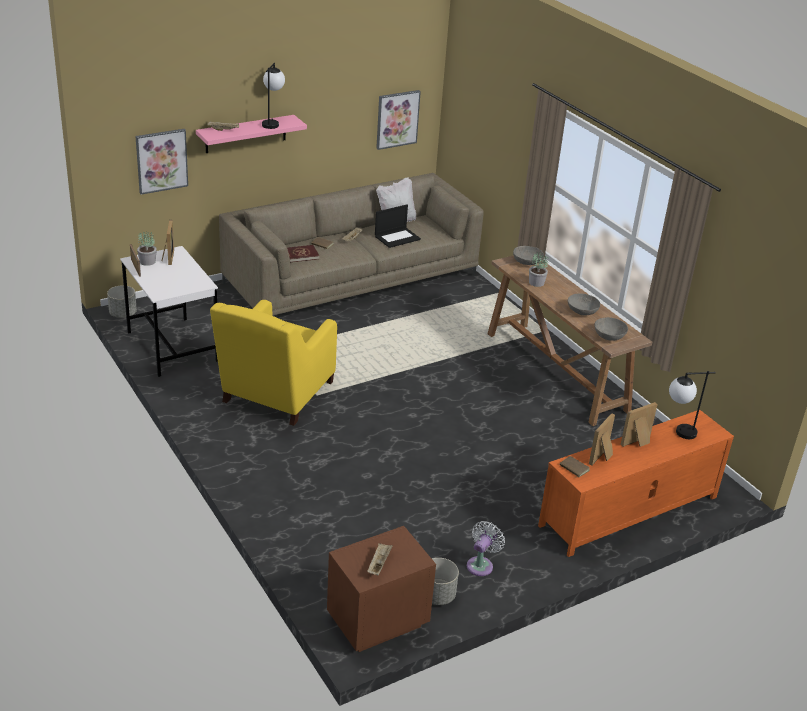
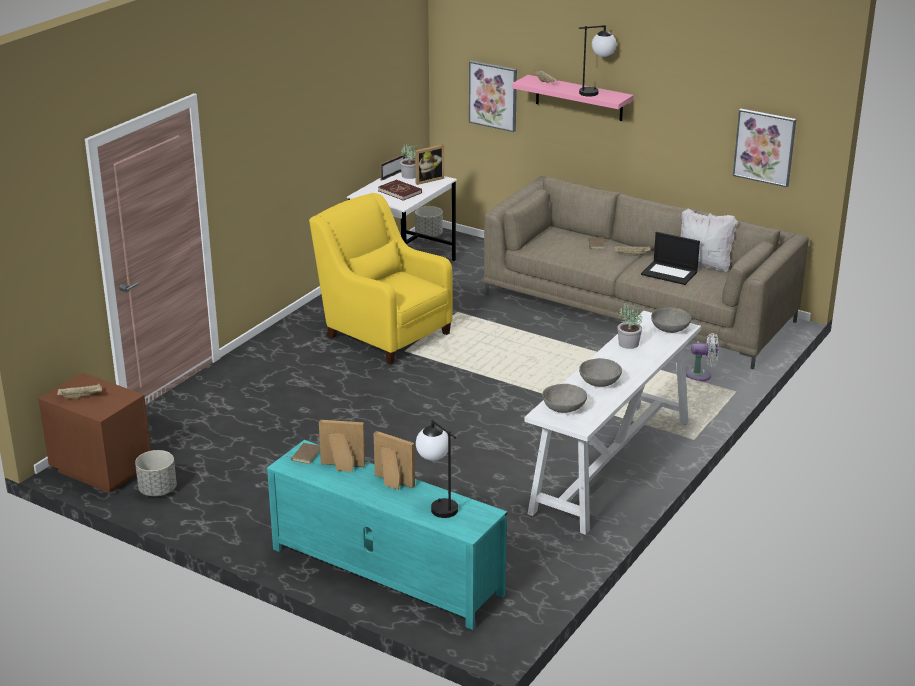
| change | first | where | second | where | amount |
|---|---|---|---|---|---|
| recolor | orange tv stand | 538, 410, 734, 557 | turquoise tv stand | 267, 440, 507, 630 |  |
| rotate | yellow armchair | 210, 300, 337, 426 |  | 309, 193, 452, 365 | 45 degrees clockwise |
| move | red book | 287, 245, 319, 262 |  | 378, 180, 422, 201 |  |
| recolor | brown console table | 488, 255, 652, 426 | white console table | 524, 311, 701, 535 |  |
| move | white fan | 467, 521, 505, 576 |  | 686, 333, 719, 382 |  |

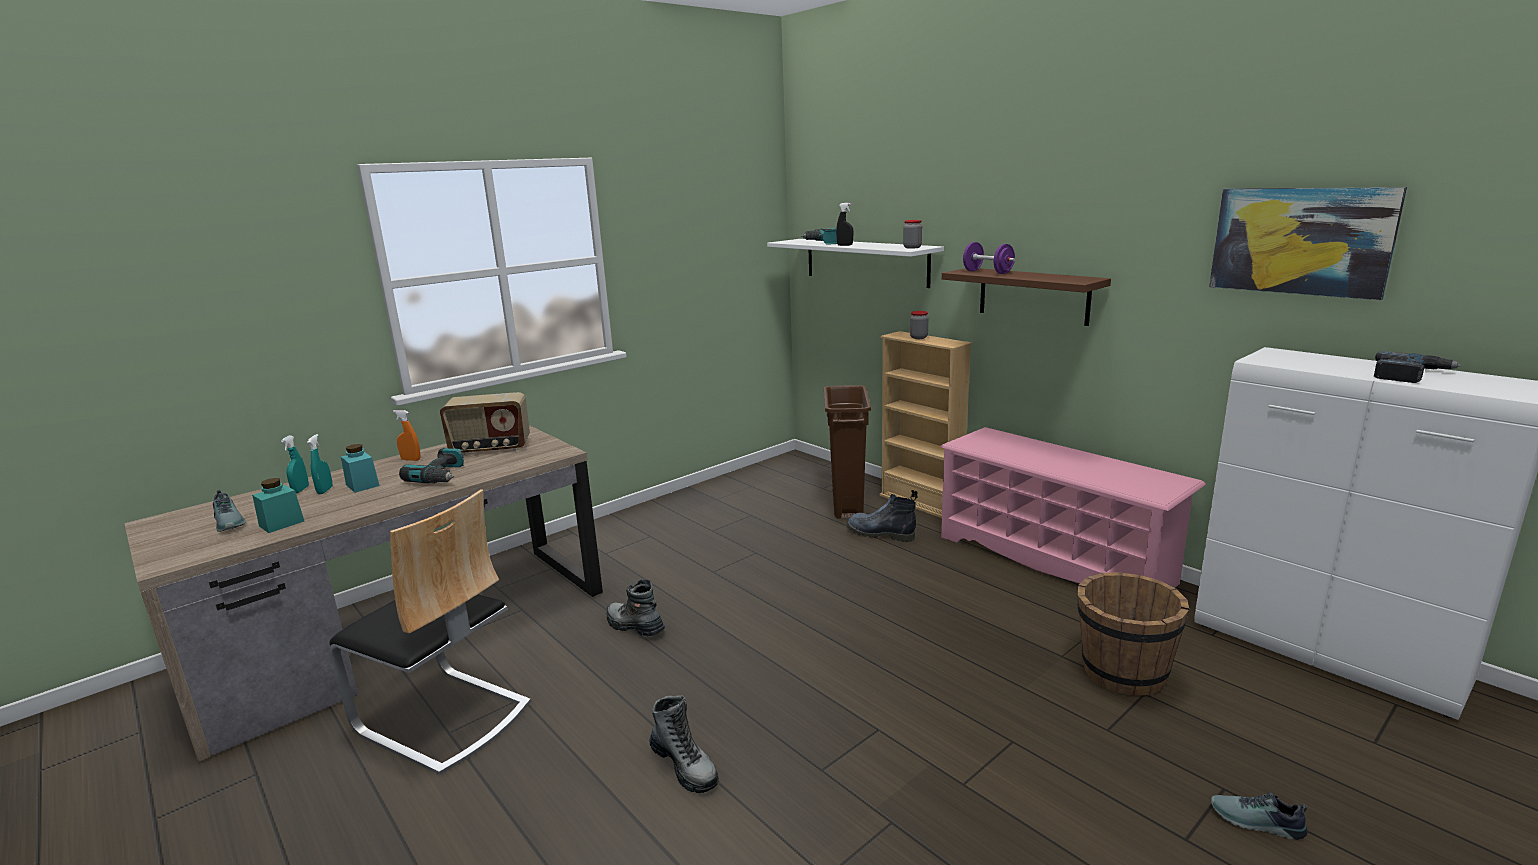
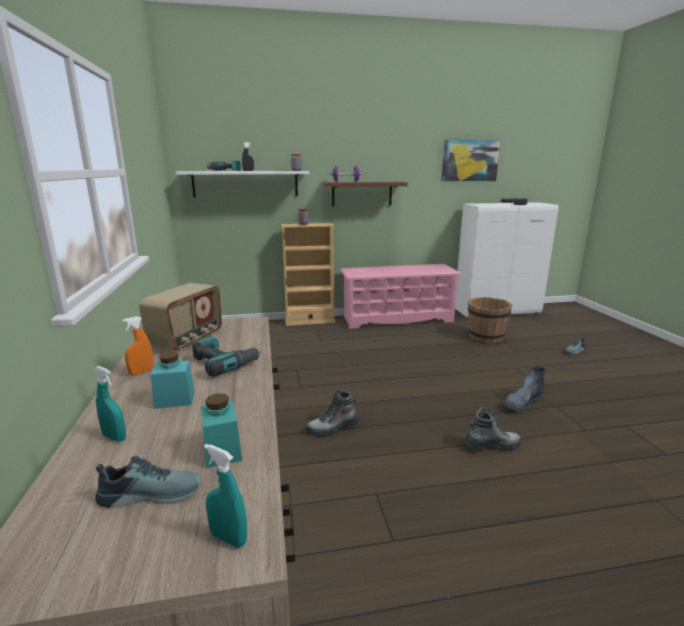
| change | first | where | second | where | amount |
|---|---|---|---|---|---|
| move | turquoise spray bottle | 307, 434, 333, 494 |  | 204, 444, 247, 548 |  |
| move | boot | 846, 494, 916, 542 |  | 503, 367, 545, 412 |  |
| delete | chair | 329, 489, 531, 775 |  |  |  |
| delete | brown trash can | 824, 385, 871, 519 |  |  |  |

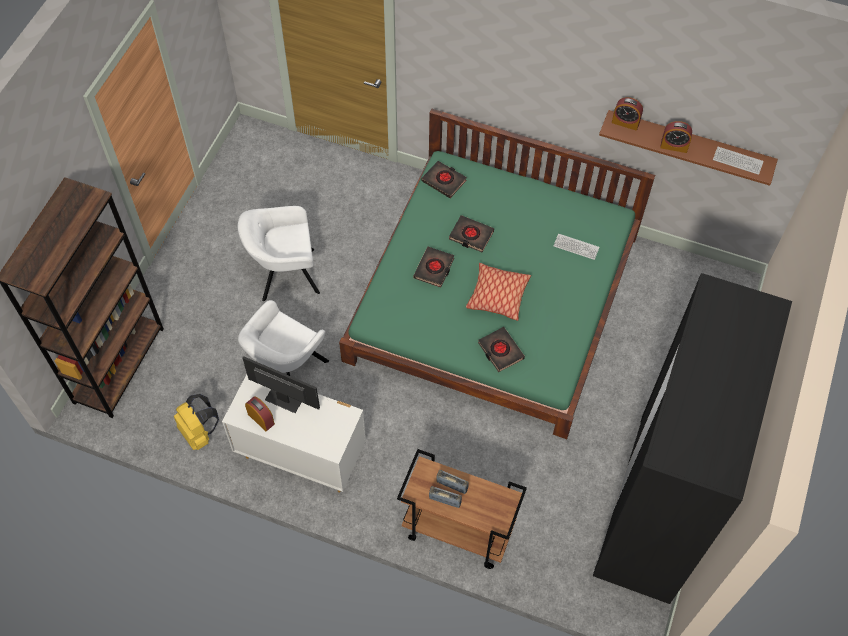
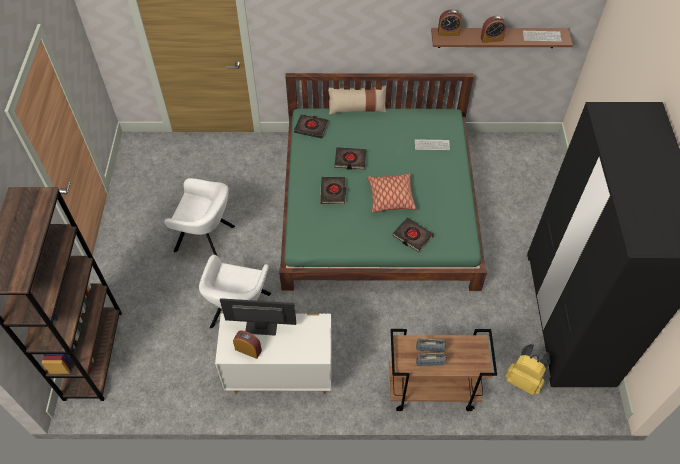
| change | first | where | second | where | amount |
|---|---|---|---|---|---|
| rotate | white armchair | 238, 206, 320, 301 |  | 164, 178, 235, 255 | 135 degrees counterclockwise |
| insert |  |  | beige pillow | 328, 86, 386, 114 |  |
| move | yellow backpack | 174, 394, 219, 450 |  | 505, 344, 551, 395 |  |

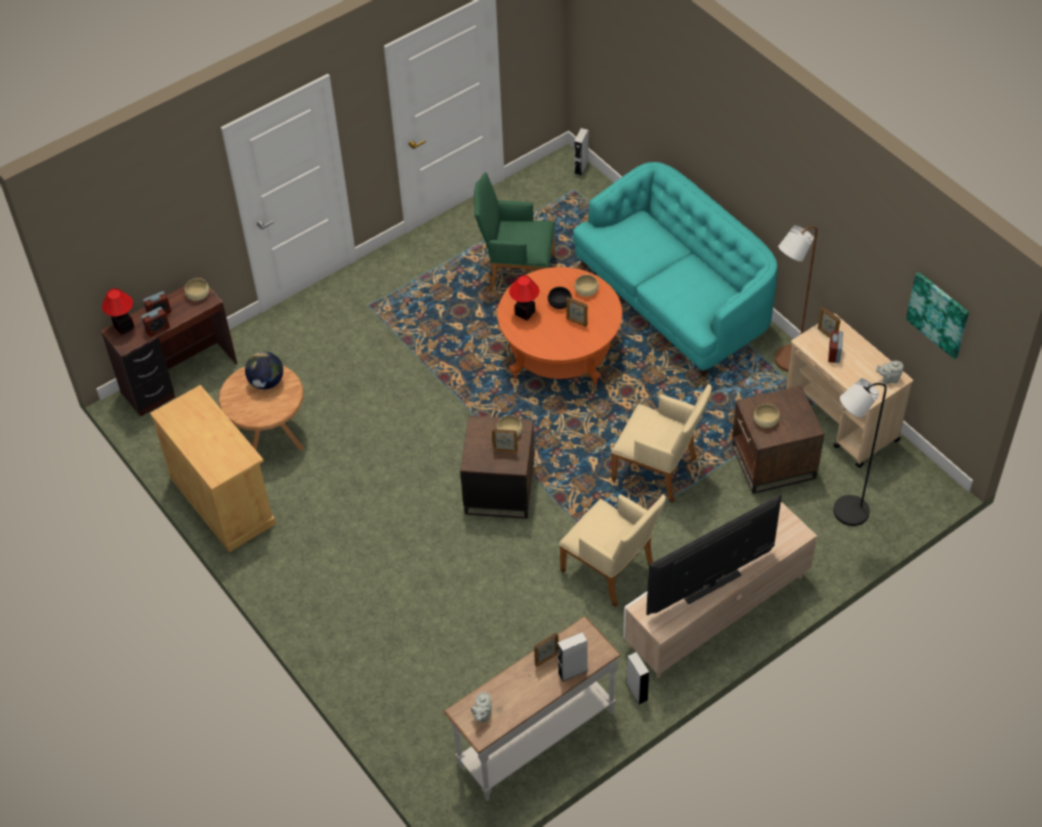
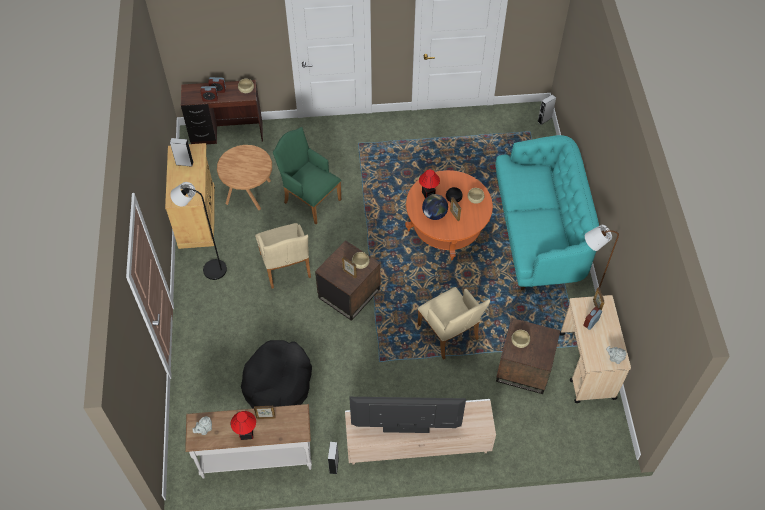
| change | first | where | second | where | amount |
|---|---|---|---|---|---|
| move | grey speaker | 558, 632, 588, 682 |  | 170, 138, 194, 167 |  |
| move | black floor lamp | 833, 378, 887, 526 |  | 170, 182, 227, 280 |  |
| move | table lamp | 102, 288, 135, 335 |  | 231, 411, 256, 440 |  |
| insert |  |  | black dog bed | 241, 340, 312, 409 |  |
| move | beige armchair | 559, 494, 666, 607 |  | 255, 223, 311, 289 |  |
| move | green armchair | 474, 172, 555, 292 |  | 273, 127, 341, 224 |  |
| move | globe | 245, 351, 283, 389 |  | 422, 194, 448, 220 |  |
| delete | picture | 906, 272, 969, 359 |  |  |  |

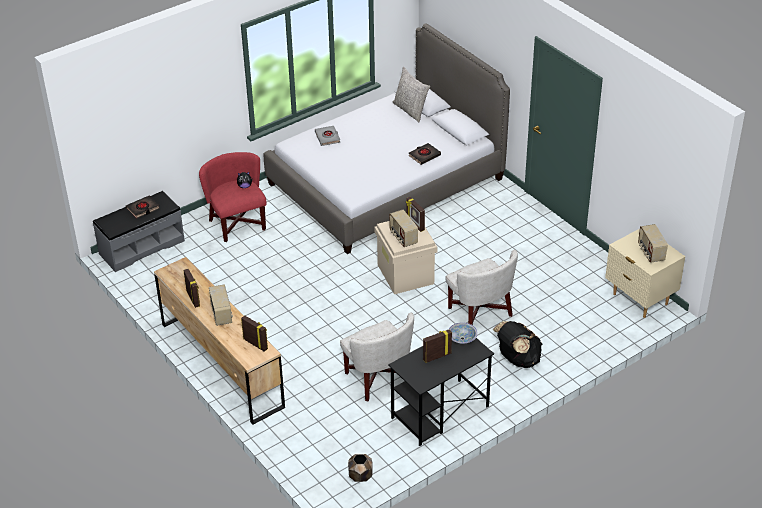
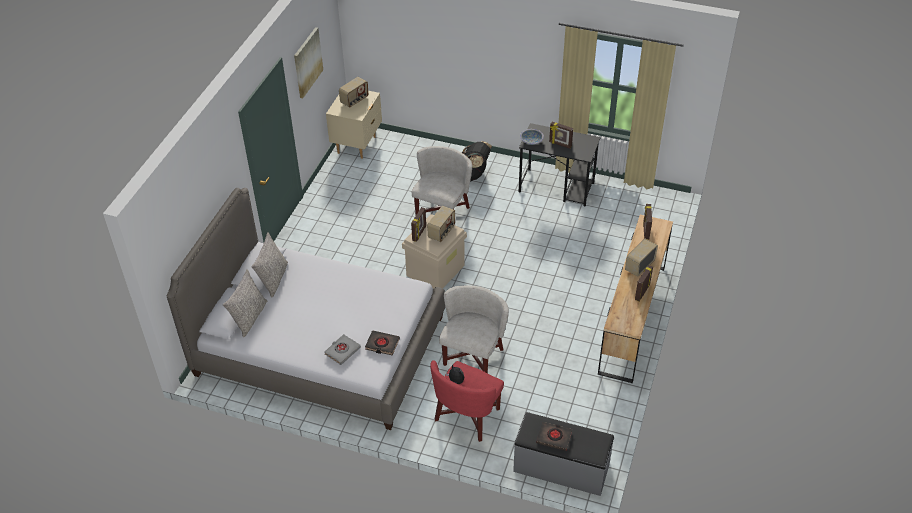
| change | first | where | second | where | amount |
|---|---|---|---|---|---|
| insert |  |  | grey pillow | 251, 232, 288, 297 |  |
| insert |  |  | picture | 294, 27, 323, 98 |  |
| move | black book | 408, 143, 441, 165 |  | 365, 330, 400, 356 |  |
| move | white armchair | 340, 313, 414, 401 |  | 439, 285, 509, 373 |  |
| delete | brown planter | 348, 454, 373, 482 |  |  |  |

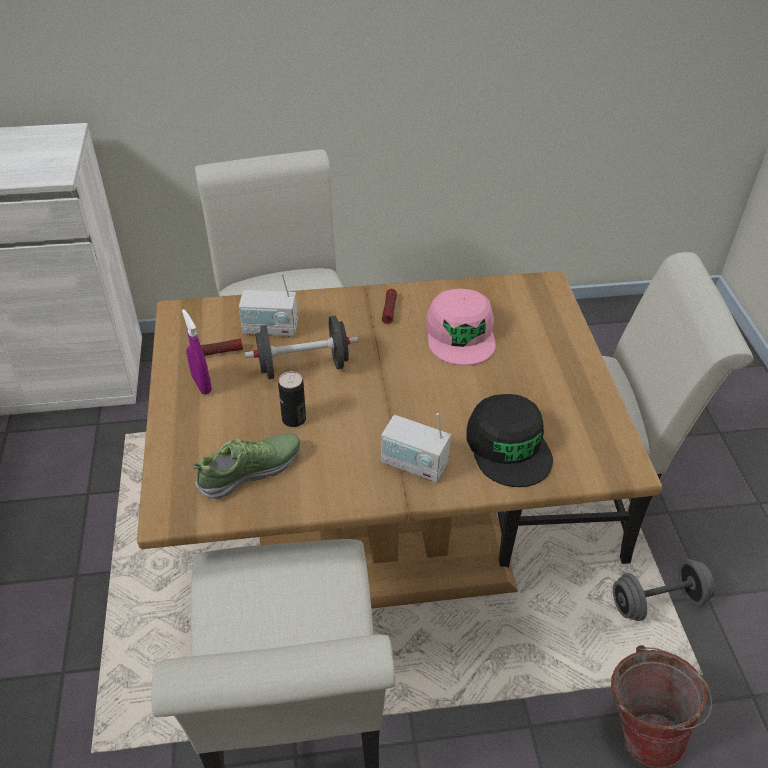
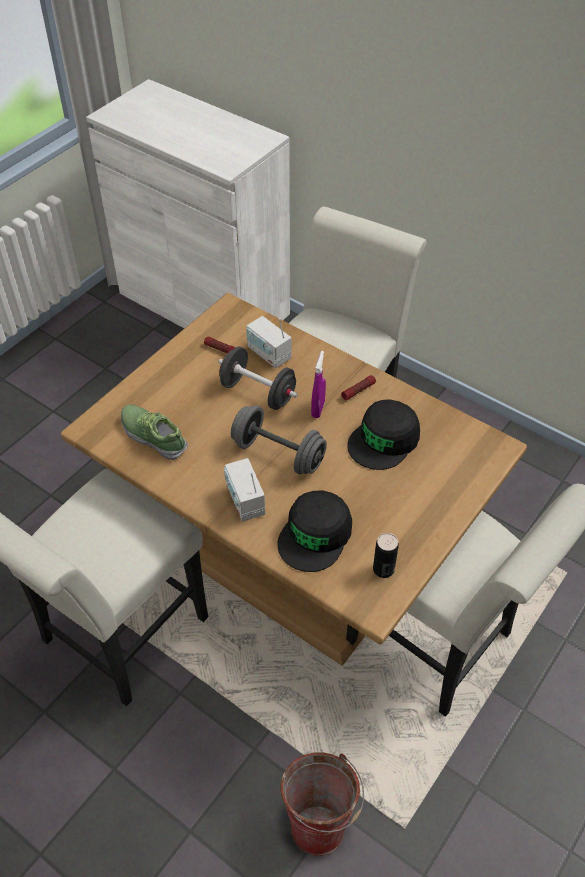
| change | first | where | second | where | amount |
|---|---|---|---|---|---|
| rotate | shoe | 194, 433, 300, 500 |  | 121, 404, 188, 460 | 150 degrees counterclockwise |
| move | grey dumbbell | 613, 559, 715, 621 |  | 231, 405, 327, 474 |  |
| move | purple spray bottle | 182, 309, 212, 395 |  | 311, 351, 326, 418 |  |
| recolor | pink cap | 426, 289, 496, 366 | black cap | 347, 399, 420, 470 |  |
| move | can | 278, 371, 306, 427 |  | 373, 533, 399, 578 |  |

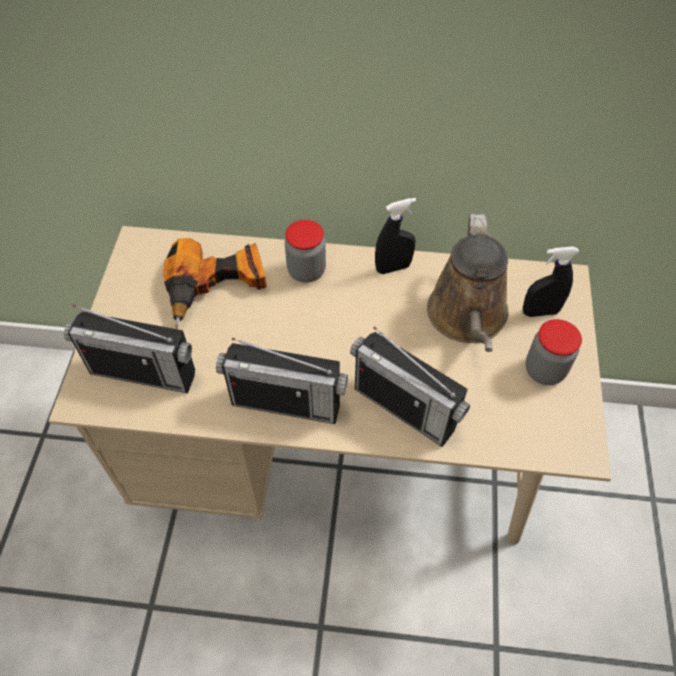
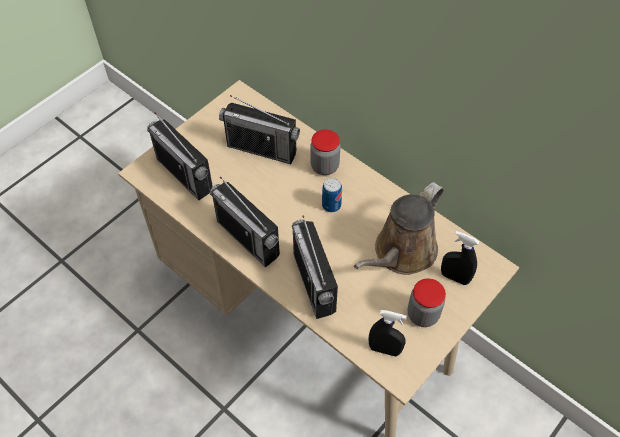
| change | first | where | second | where | amount |
|---|---|---|---|---|---|
| replace | power drill | 163, 238, 267, 329 | radio | 219, 95, 300, 164 |  |
| insert |  |  | can | 322, 178, 342, 212 |  |
| move | black spray bottle | 375, 198, 416, 274 |  | 368, 310, 407, 356 |  |

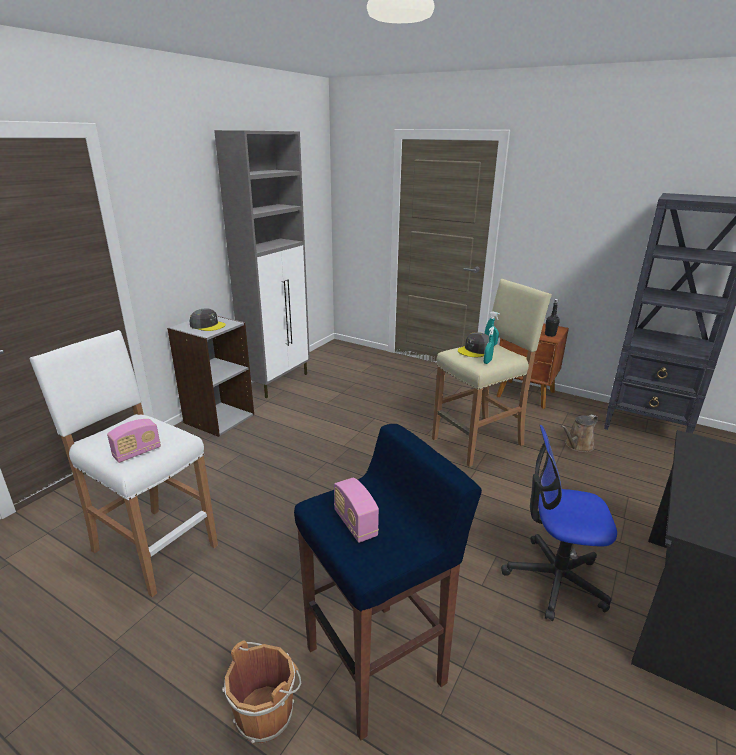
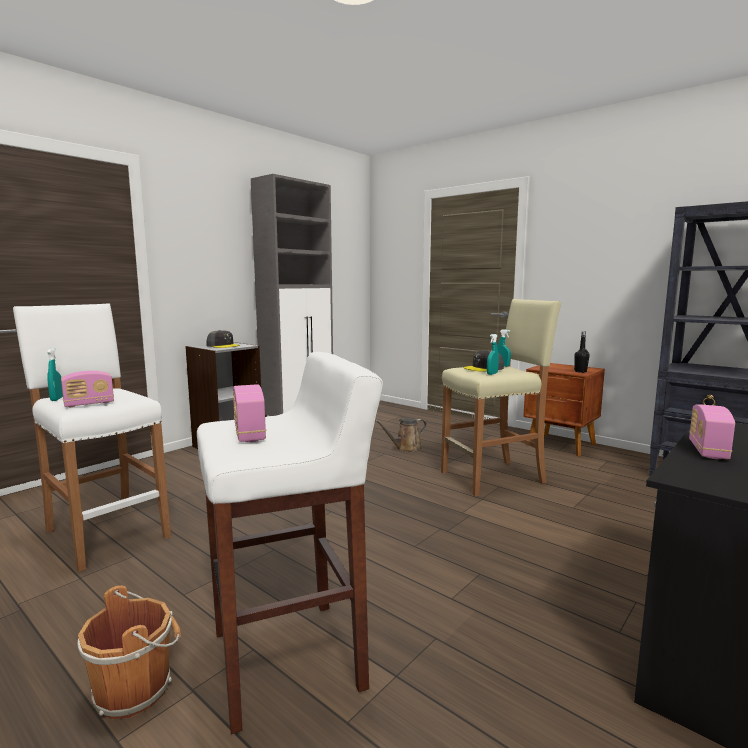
| change | first | where | second | where | amount |
|---|---|---|---|---|---|
| insert |  |  | turquoise spray bottle | 47, 348, 63, 401 |  |
| recolor | blue stool | 294, 424, 482, 741 | white stool | 197, 352, 383, 734 |  |
| move | brown watering can | 561, 414, 598, 452 |  | 375, 418, 427, 452 |  |
| insert |  |  | radio | 689, 404, 735, 459 |  |
| delete | office chair | 501, 425, 617, 621 |  |  |  |

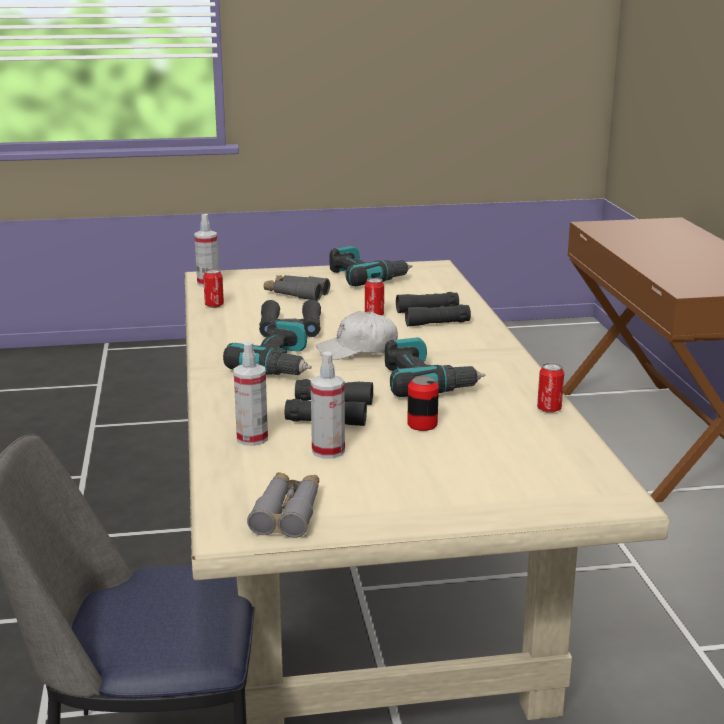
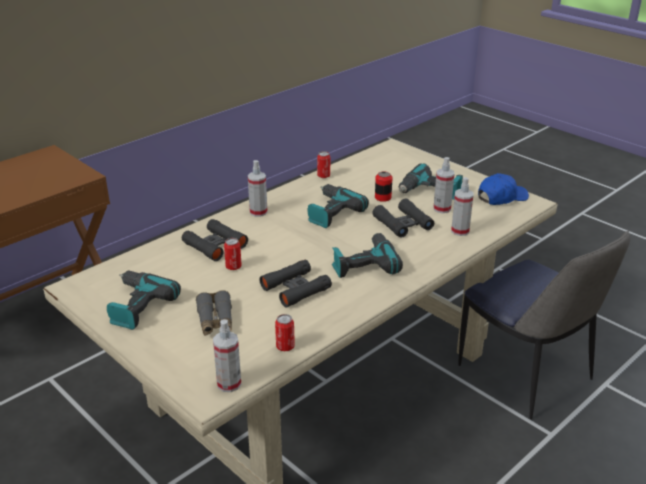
| change | first | where | second | where | amount |
|---|---|---|---|---|---|
| insert |  |  | spray bottle | 248, 160, 268, 217 |  |
| insert |  |  | power drill | 399, 163, 463, 200 |  |
| replace | grey binoculars | 247, 472, 319, 538 | blue cap | 478, 173, 529, 205 |  |
| delete | white cap | 316, 311, 398, 360 |  |  |  |

